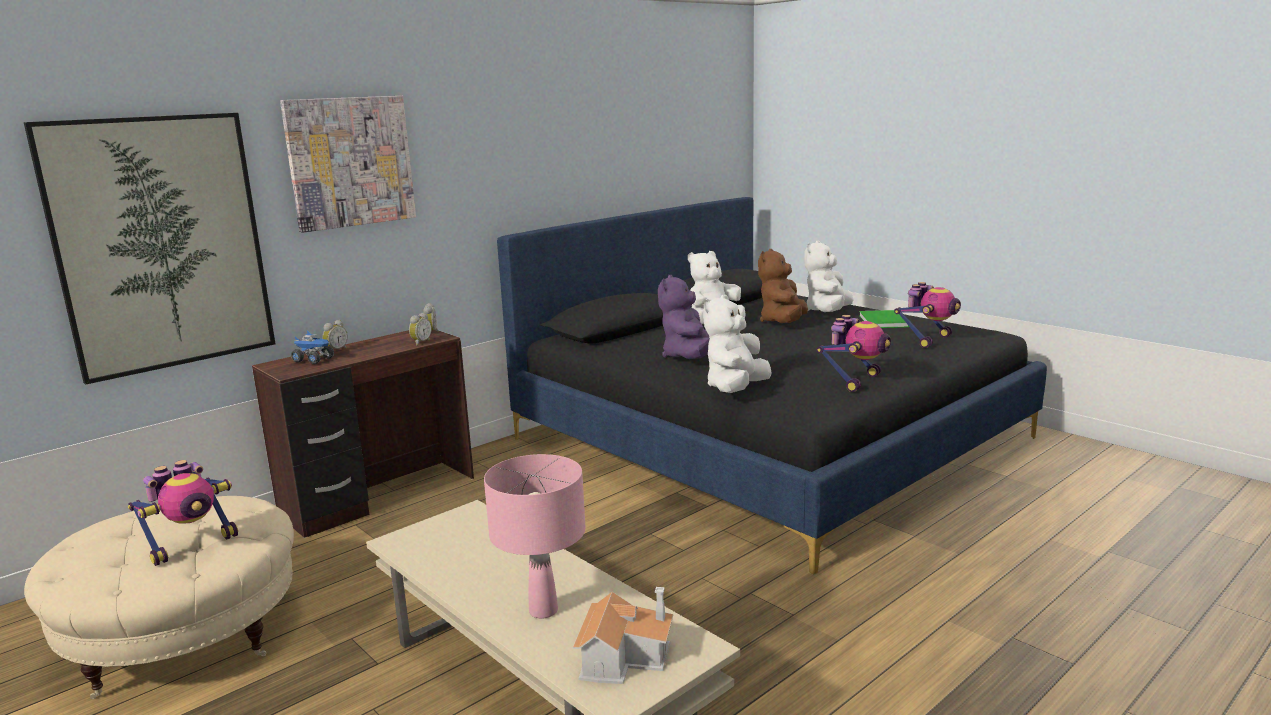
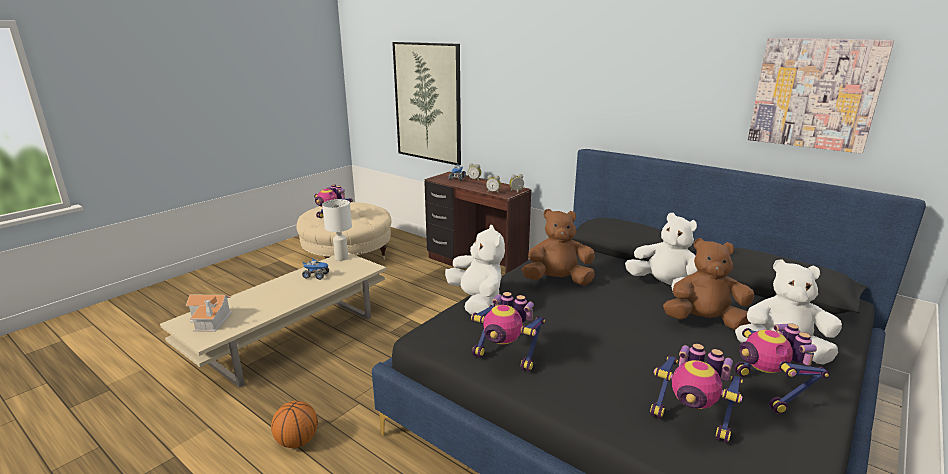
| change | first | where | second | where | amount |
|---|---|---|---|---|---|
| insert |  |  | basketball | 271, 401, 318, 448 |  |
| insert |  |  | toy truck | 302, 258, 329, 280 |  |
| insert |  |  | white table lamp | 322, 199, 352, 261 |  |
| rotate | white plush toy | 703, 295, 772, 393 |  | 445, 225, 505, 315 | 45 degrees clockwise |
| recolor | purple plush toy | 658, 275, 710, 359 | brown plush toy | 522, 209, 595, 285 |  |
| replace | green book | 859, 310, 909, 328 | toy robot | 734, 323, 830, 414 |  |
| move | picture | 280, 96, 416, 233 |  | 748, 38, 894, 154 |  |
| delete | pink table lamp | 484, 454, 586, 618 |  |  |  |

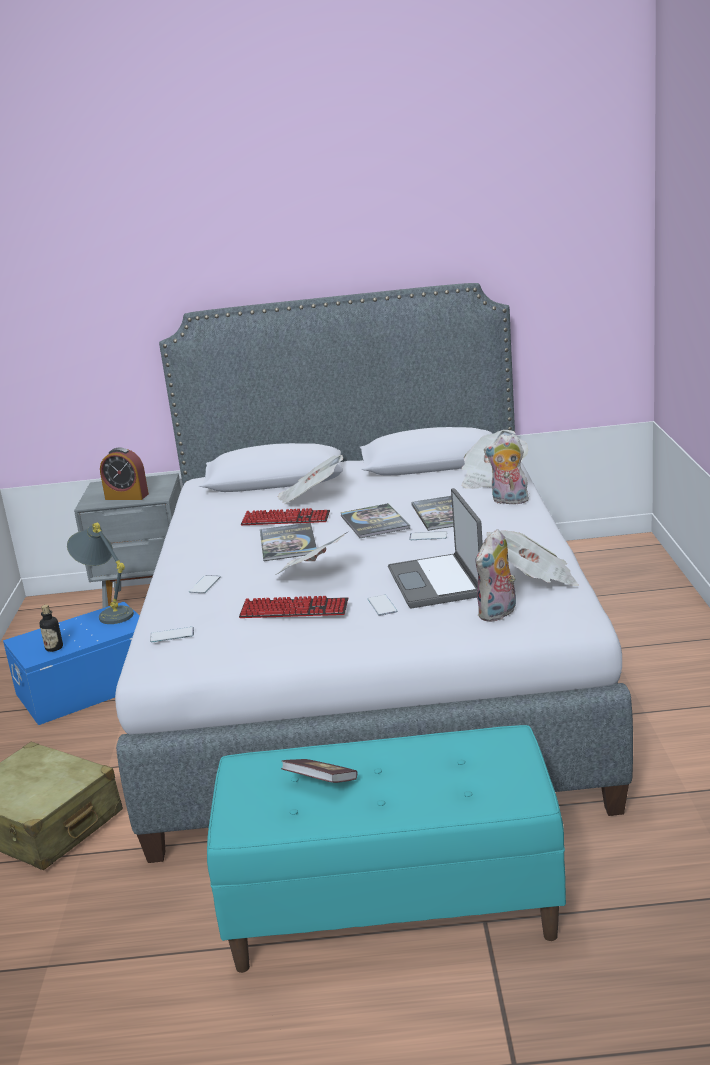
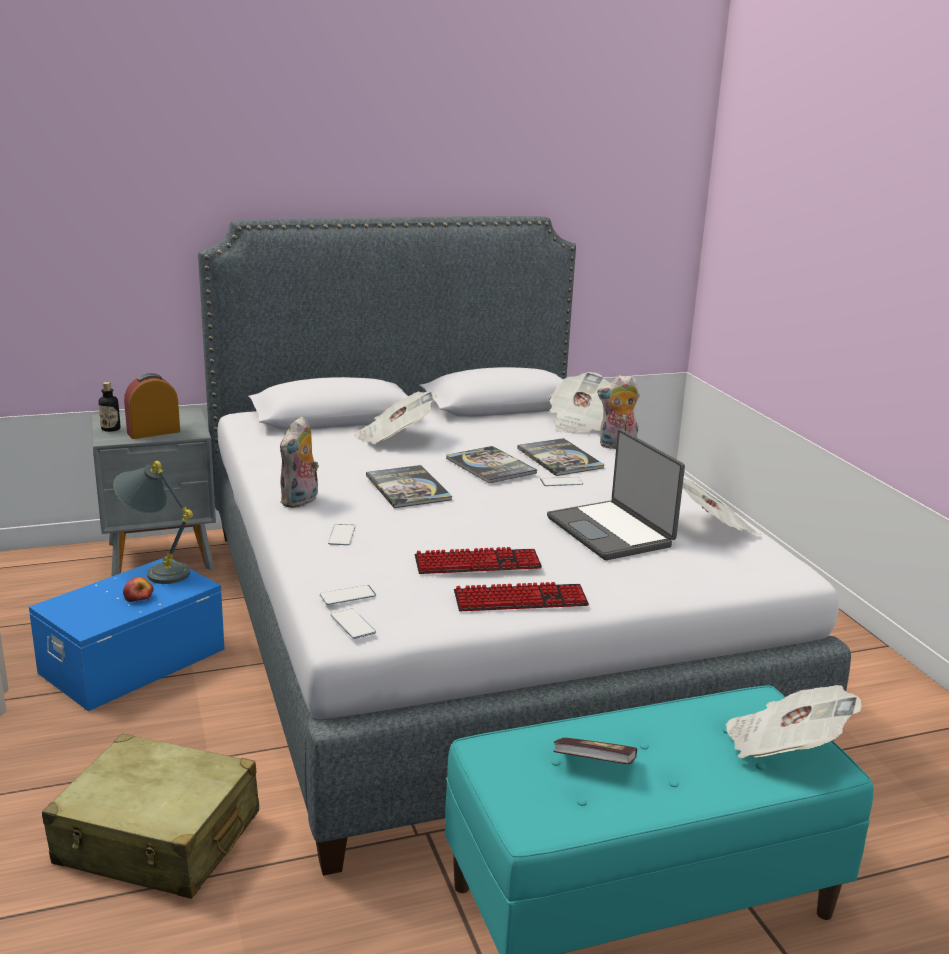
| change | first | where | second | where | amount |
|---|---|---|---|---|---|
| move | bottle | 39, 605, 63, 652 |  | 99, 382, 121, 432 |  |
| insert |  |  | apple | 123, 577, 154, 602 |  |
| rotate | alarm clock | 100, 447, 149, 500 |  | 124, 373, 180, 439 | 150 degrees clockwise |
| move | plush toy | 476, 529, 516, 622 |  | 280, 416, 319, 508 |  |
| move | phone | 367, 595, 397, 616 |  | 330, 608, 376, 639 |  |
| move | keyboard | 241, 508, 330, 525 |  | 454, 582, 589, 611 |  |
| move | newspaper | 275, 532, 348, 575 |  | 726, 685, 862, 758 |  |

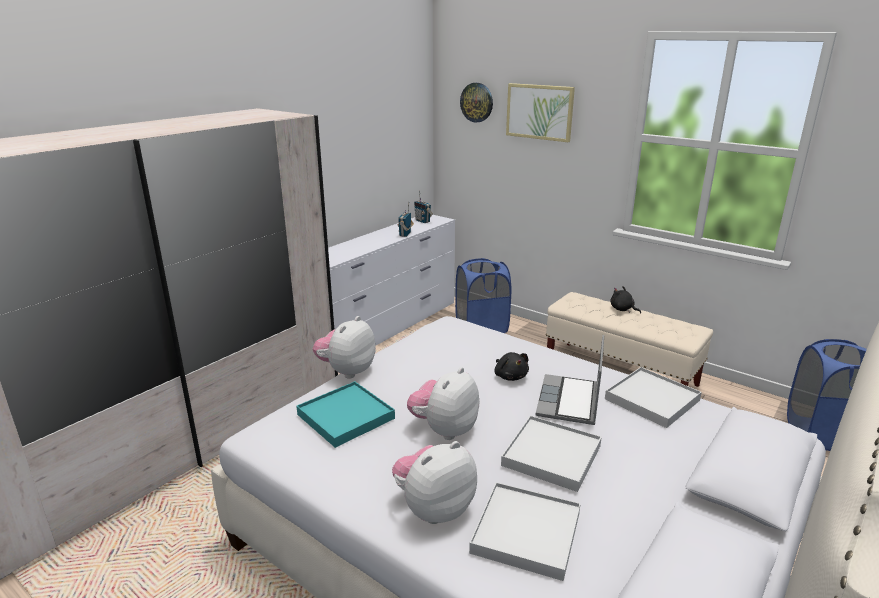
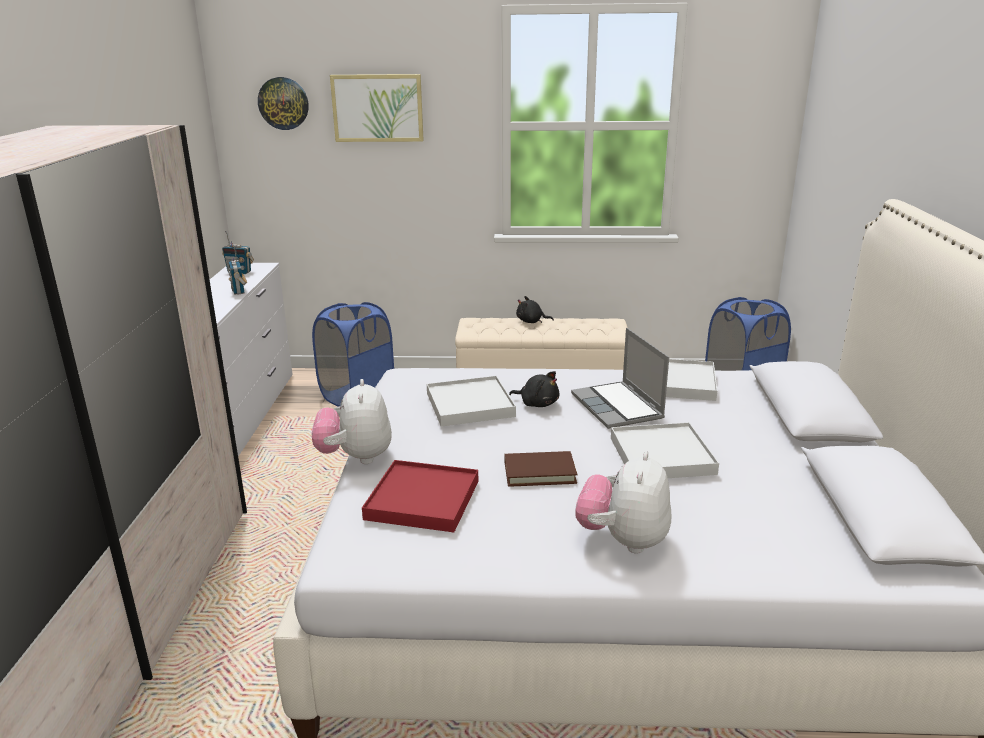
| change | first | where | second | where | amount |
|---|---|---|---|---|---|
| recolor | turquoise tray | 296, 381, 395, 448 | red tray | 362, 460, 478, 532 |  |
| move | white tray | 469, 482, 581, 581 |  | 427, 376, 516, 427 |  |
| replace | plush toy | 407, 367, 479, 440 | brown book | 504, 451, 577, 487 |  |

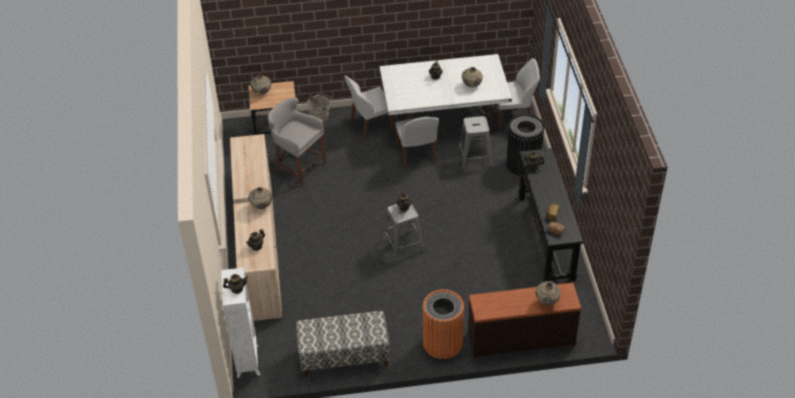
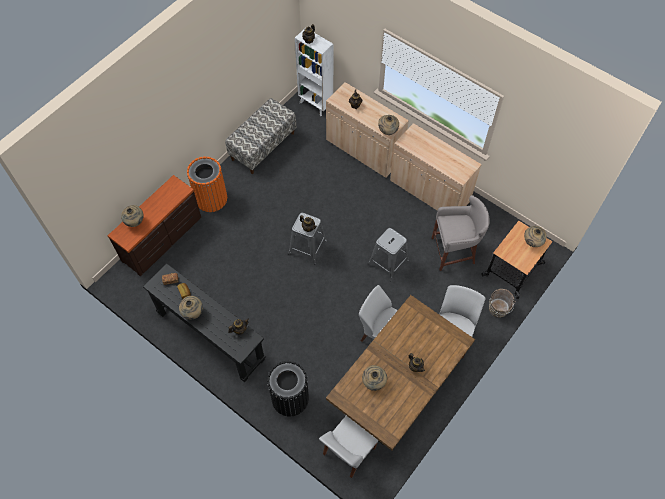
| change | first | where | second | where | amount |
|---|---|---|---|---|---|
| insert |  |  | beige vase | 179, 296, 203, 320 |  |
| recolor | white dining table | 380, 54, 512, 142 | brown dining table | 326, 295, 475, 450 |  |
| move | grey stool | 458, 116, 492, 170 |  | 368, 228, 409, 281 |  |

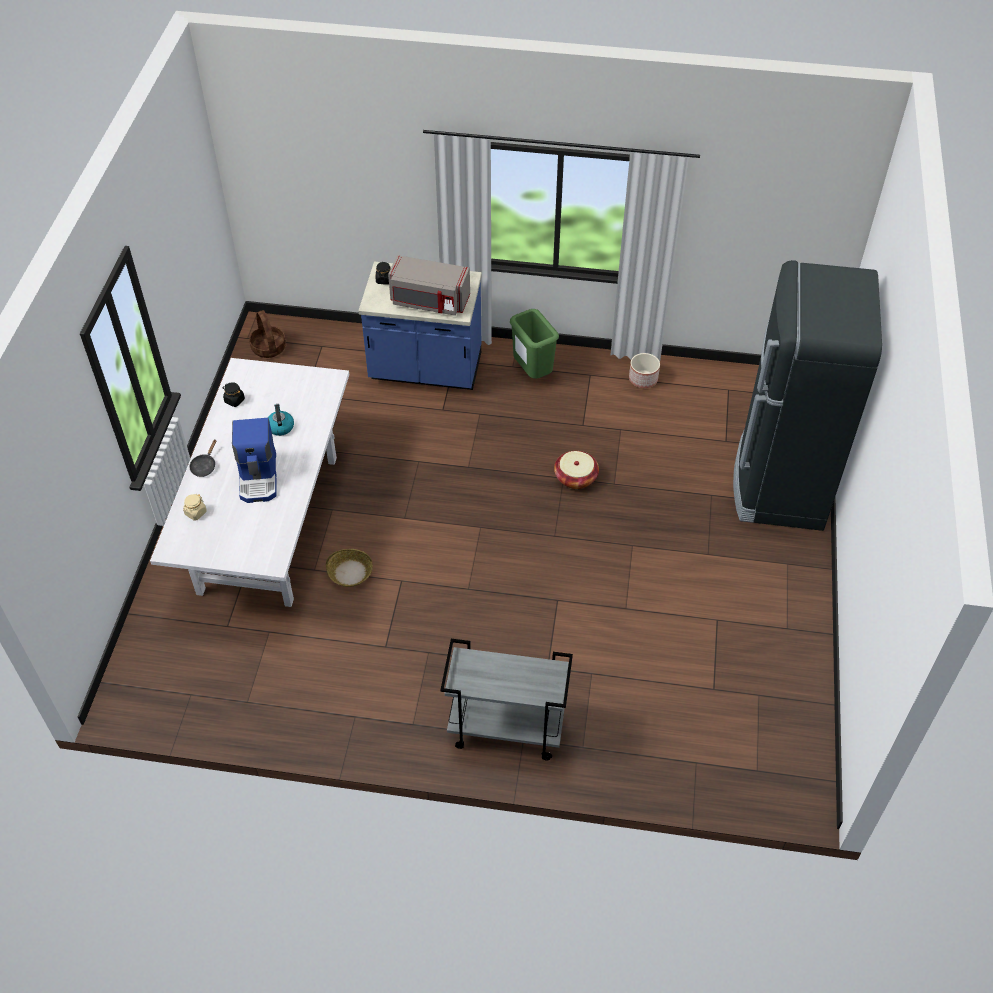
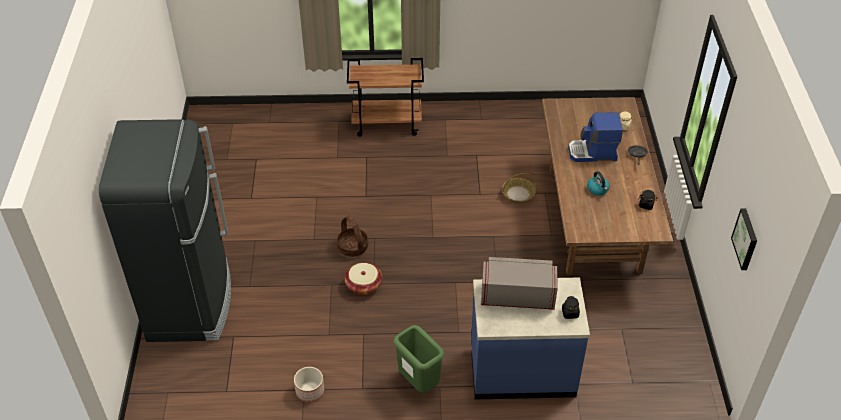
| change | first | where | second | where | amount |
|---|---|---|---|---|---|
| move | basket | 249, 310, 286, 358 |  | 337, 215, 368, 257 |  |
| recolor | grey cart | 440, 639, 573, 760 | brown cart | 347, 58, 424, 137 |  |
| recolor | white dining table | 150, 358, 349, 607 | brown dining table | 542, 97, 673, 275 |  |
| rotate | coffee machine | 232, 418, 276, 503 |  | 568, 112, 623, 162 | 75 degrees counterclockwise |
| insert |  |  | picture | 731, 208, 757, 270 |  |

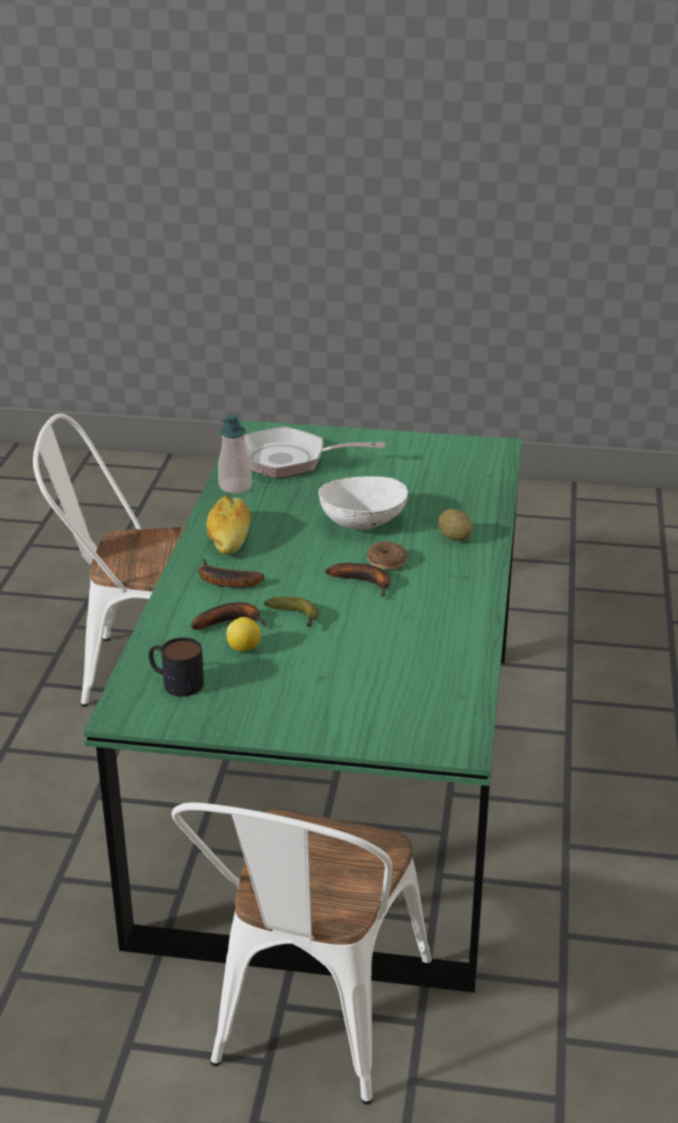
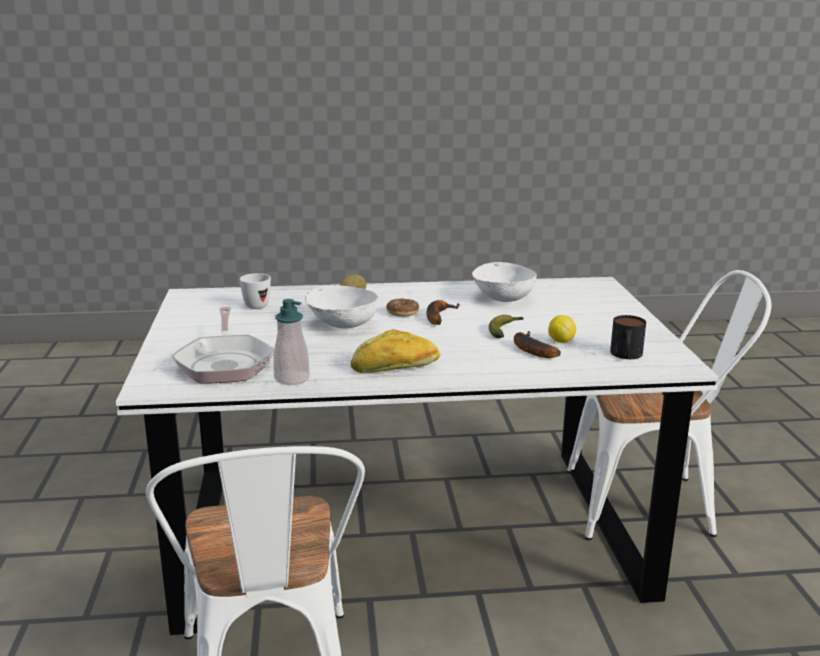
| change | first | where | second | where | amount |
|---|---|---|---|---|---|
| recolor | green dining table | 83, 420, 522, 992 | white dining table | 116, 277, 719, 635 |  |
| insert |  |  | white mug | 240, 273, 271, 309 |  |
| insert |  |  | white bowl | 472, 262, 537, 302 |  |
| delete | banana | 198, 559, 265, 588 |  |  |  |

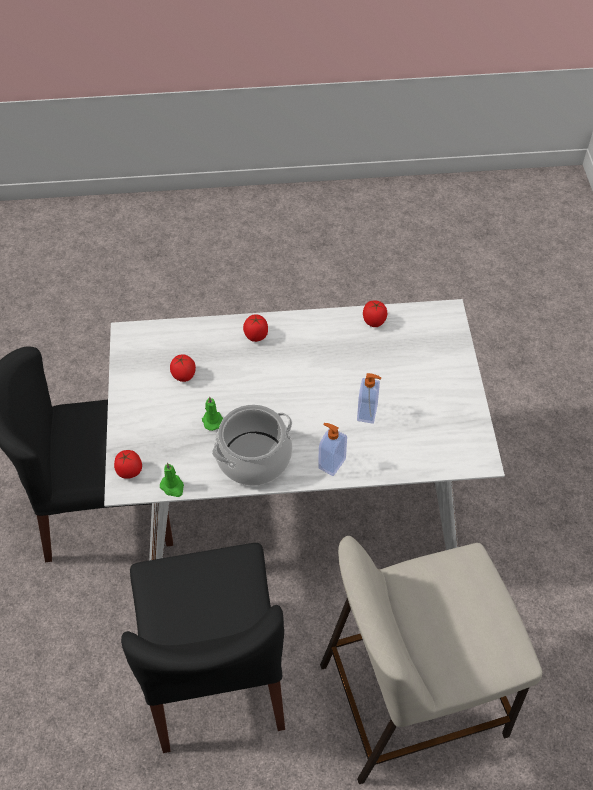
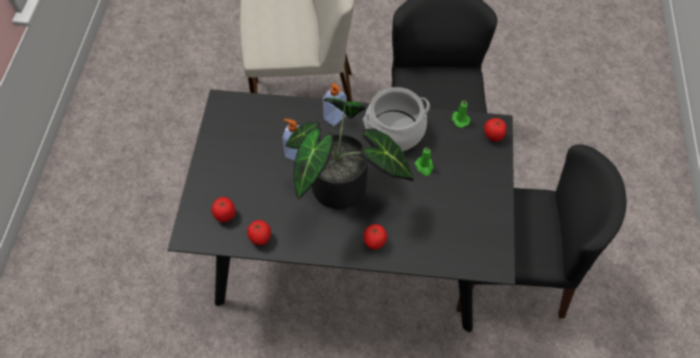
| change | first | where | second | where | amount |
|---|---|---|---|---|---|
| recolor | white dining table | 104, 299, 505, 560 | black dining table | 167, 89, 515, 332 |  |
| move | tomato | 170, 354, 196, 382 |  | 211, 197, 235, 222 |  |
| insert |  |  | potted plant | 286, 98, 414, 209 |  |

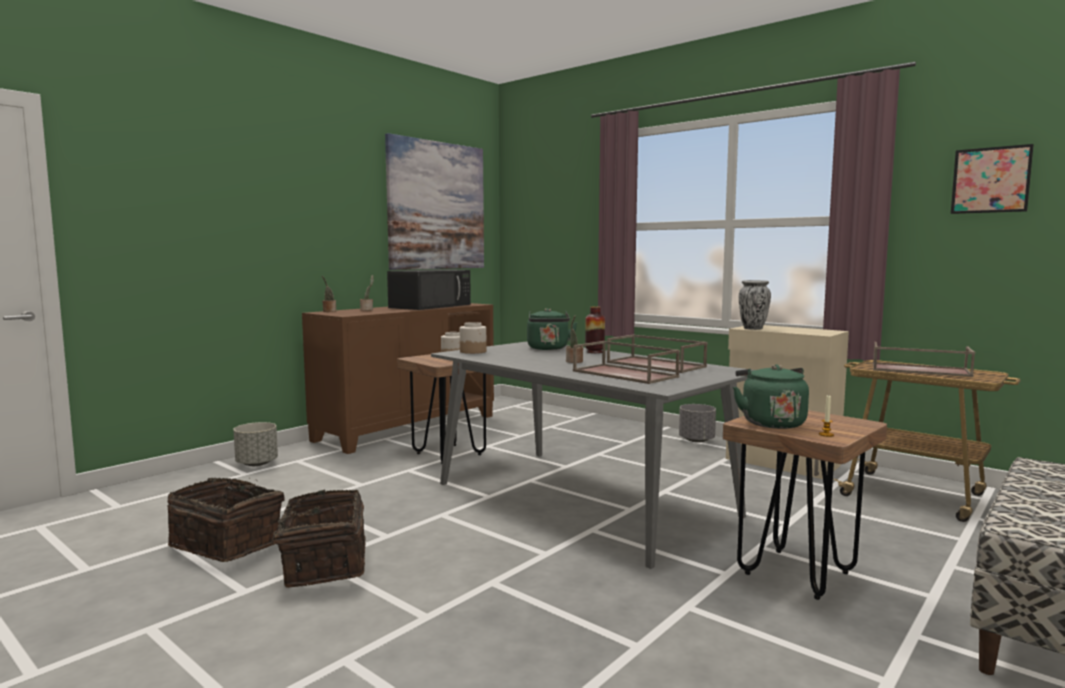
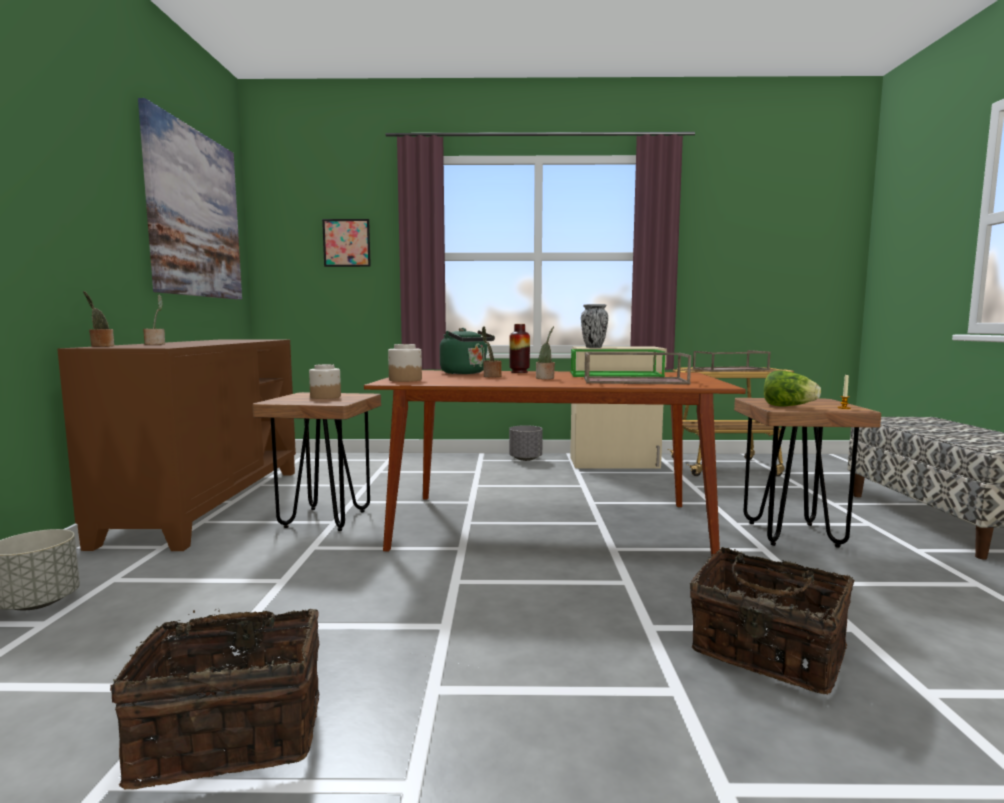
| change | first | where | second | where | amount |
|---|---|---|---|---|---|
| move | picture | 951, 144, 1034, 214 |  | 322, 219, 371, 267 |  |
| recolor | grey dining table | 431, 341, 754, 569 | brown dining table | 364, 370, 746, 557 |  |
| insert |  |  | potted plant | 482, 326, 501, 377 |  |
| recolor | brown tray | 607, 335, 708, 373 | green tray | 570, 349, 665, 377 |  |
| move | basket | 252, 490, 366, 588 |  | 690, 547, 854, 695 |  |
| replace | green kettle | 733, 365, 809, 429 | lettuce | 764, 370, 821, 407 |  |
| delete | black microwave | 387, 269, 471, 310 |  |  |  |

